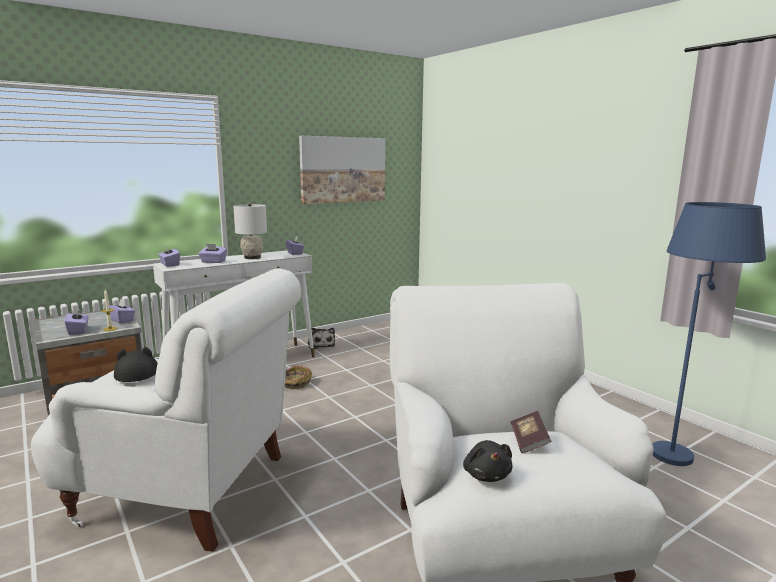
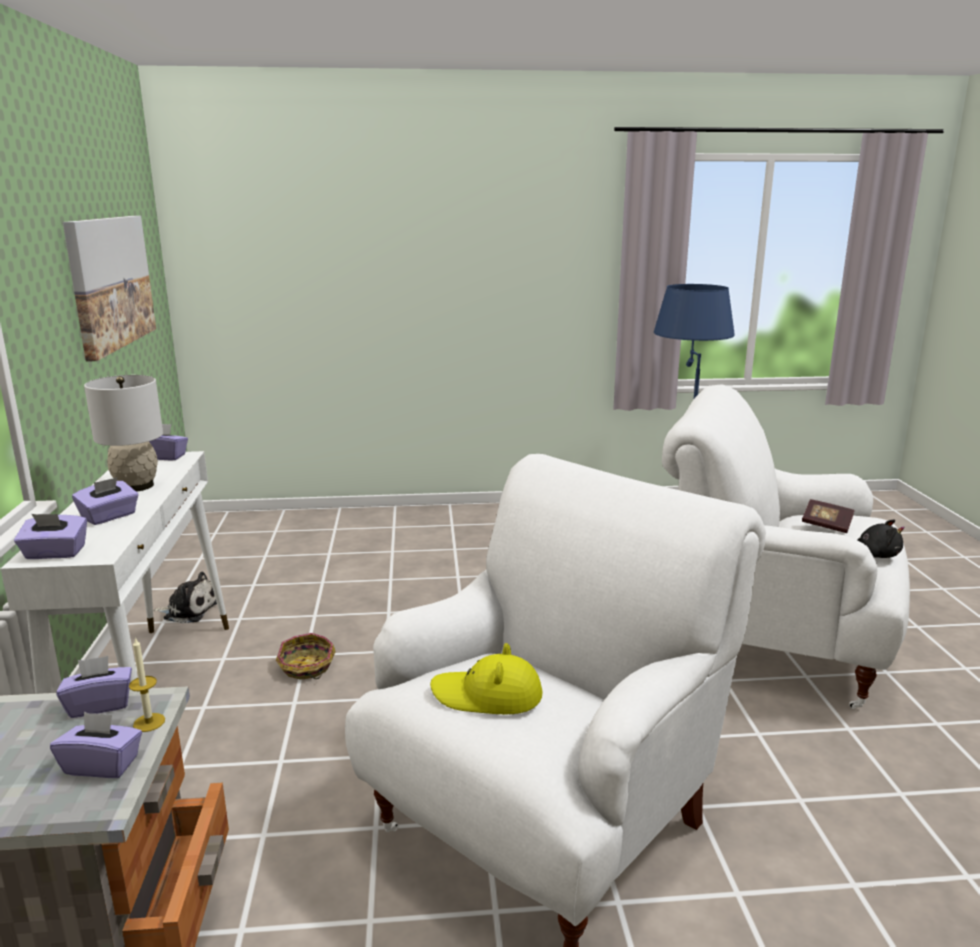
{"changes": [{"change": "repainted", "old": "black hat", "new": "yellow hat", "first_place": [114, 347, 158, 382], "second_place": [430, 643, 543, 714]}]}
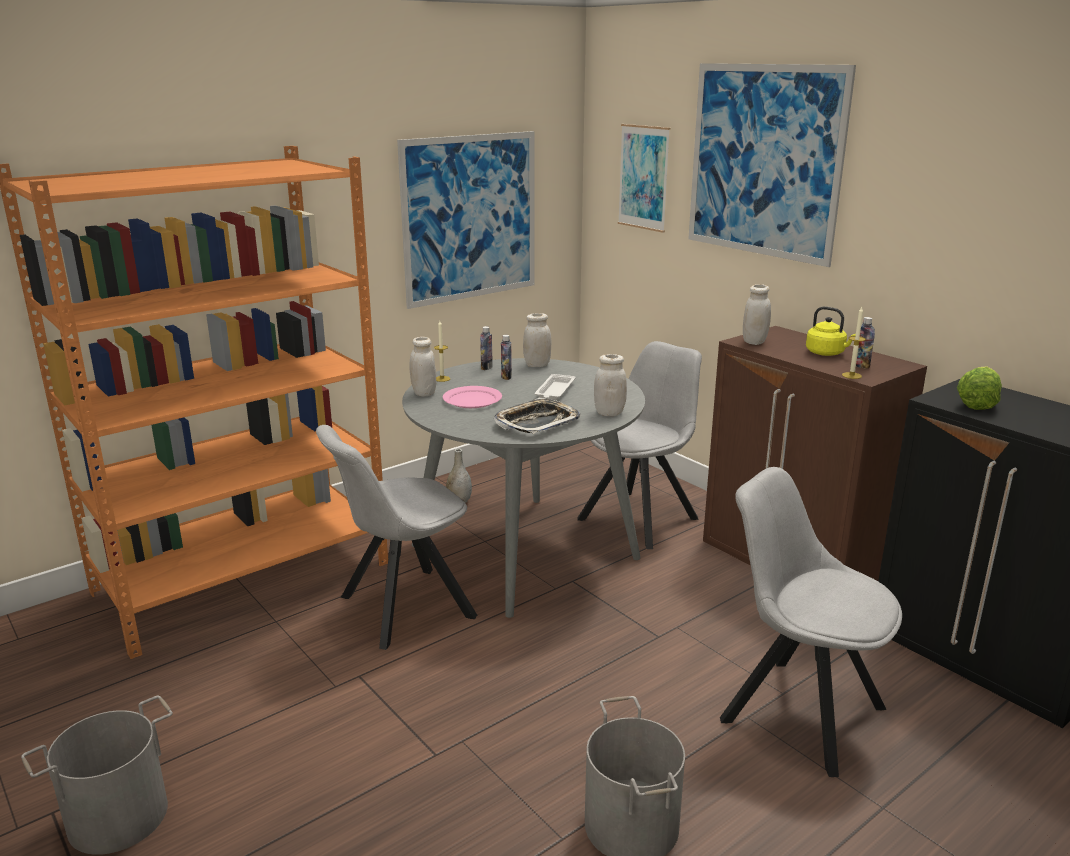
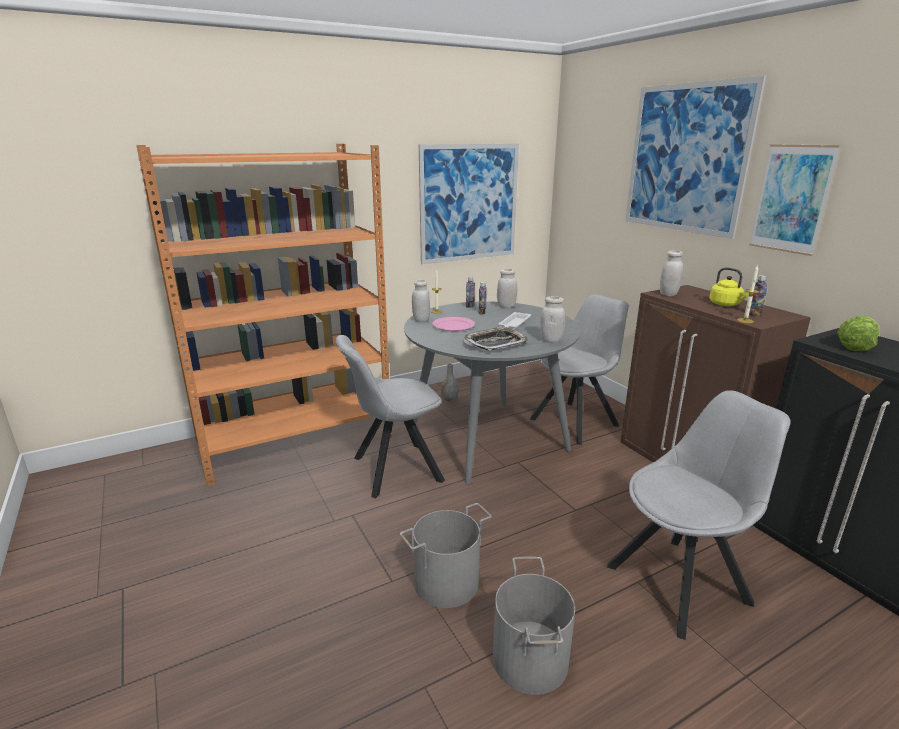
{"changes": [{"change": "shifted", "old": "grey bucket", "first_place": [21, 696, 173, 855], "second_place": [400, 503, 492, 608]}, {"change": "shifted", "old": "picture", "first_place": [618, 124, 670, 233], "second_place": [749, 144, 841, 256]}, {"change": "rotated", "old": "grey chair", "first_place": [720, 467, 902, 777], "second_place": [607, 390, 791, 640], "degrees": 105}]}
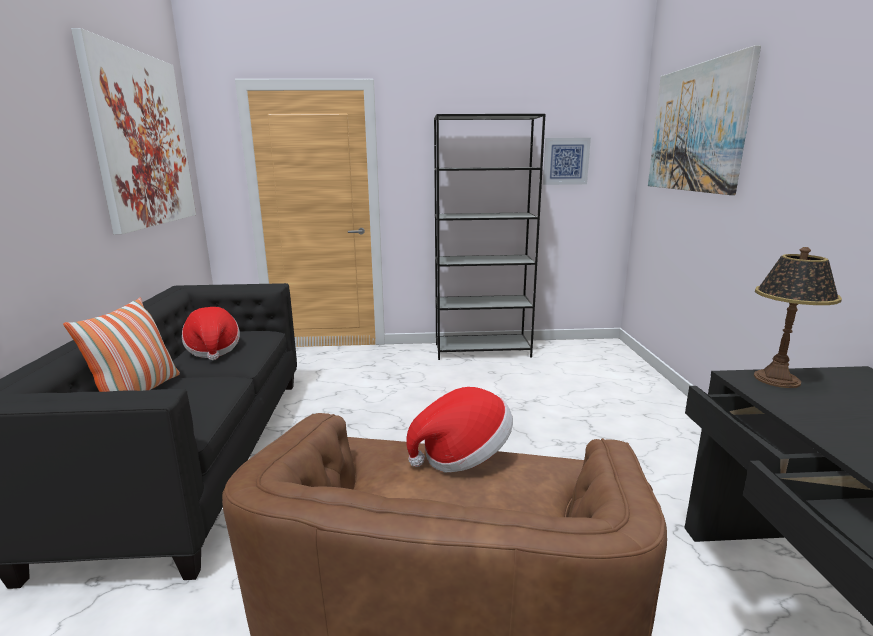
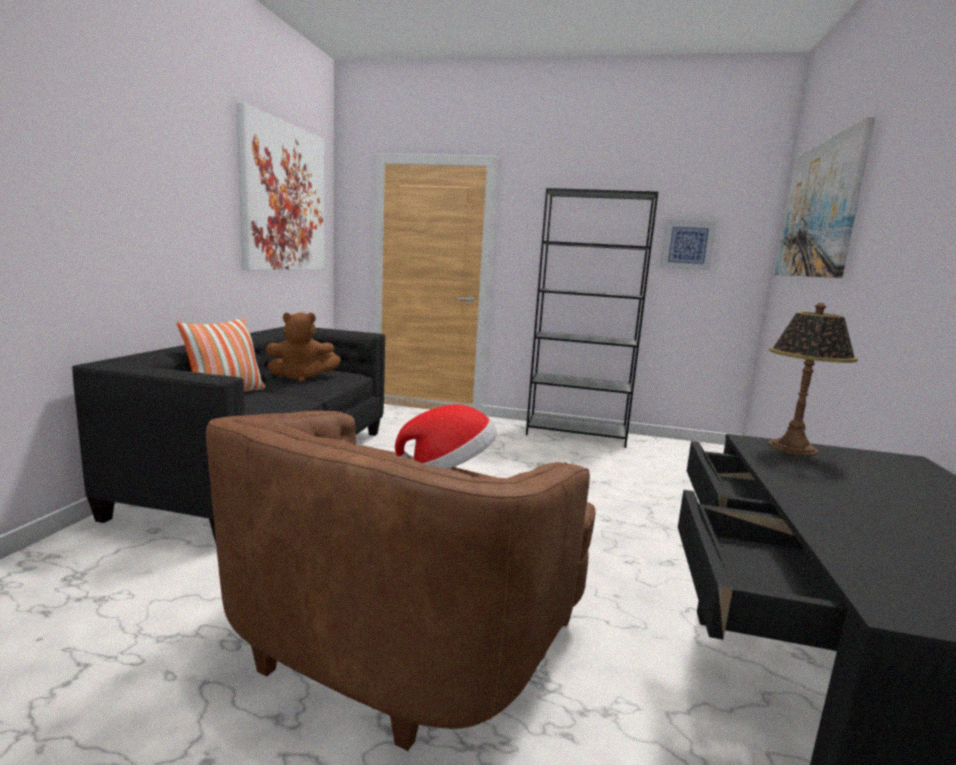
{"changes": [{"change": "swapped", "old": "hat", "new": "brown plush toy", "first_place": [182, 307, 240, 360], "second_place": [266, 312, 341, 383]}]}
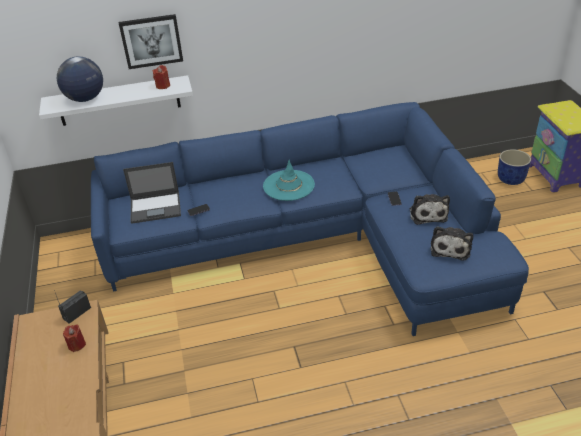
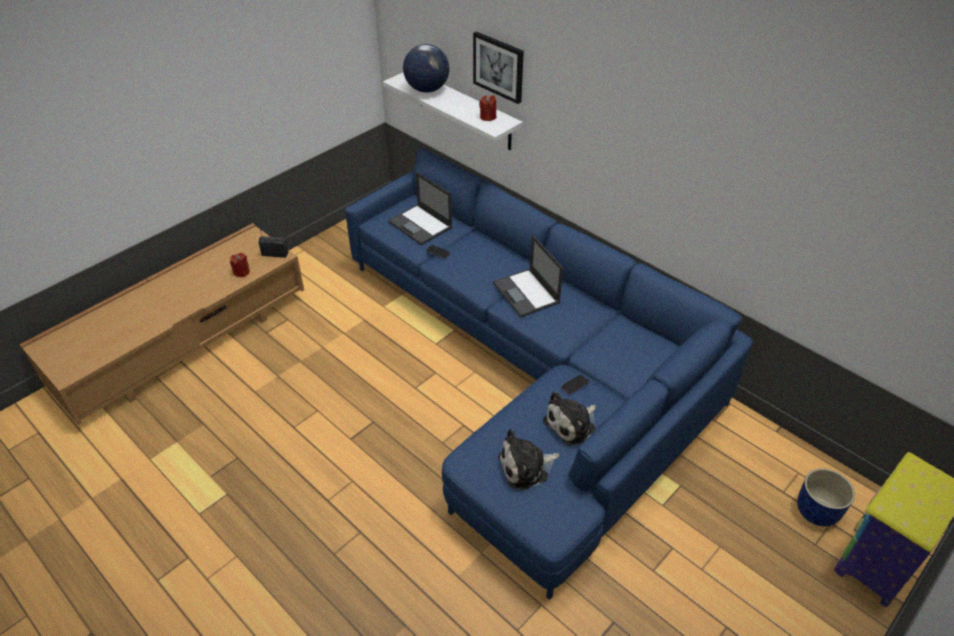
{"changes": [{"change": "swapped", "old": "turquoise hat", "new": "laptop", "first_place": [263, 160, 315, 201], "second_place": [493, 235, 563, 317]}]}
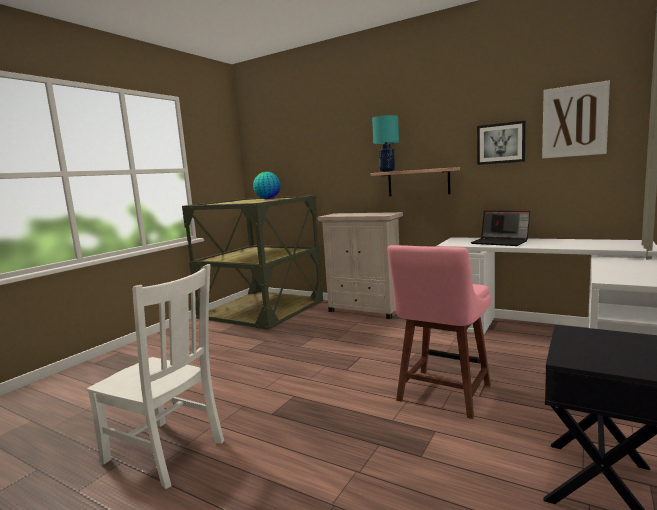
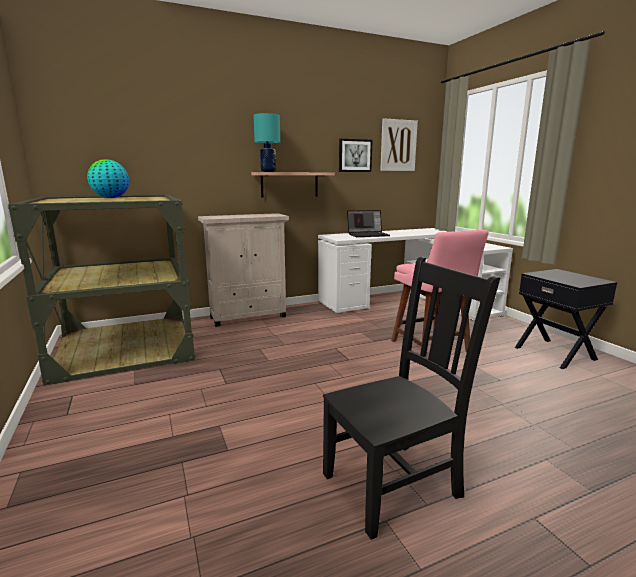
{"changes": [{"change": "repainted", "old": "white chair", "new": "black chair", "first_place": [87, 264, 224, 489], "second_place": [323, 257, 500, 540]}]}
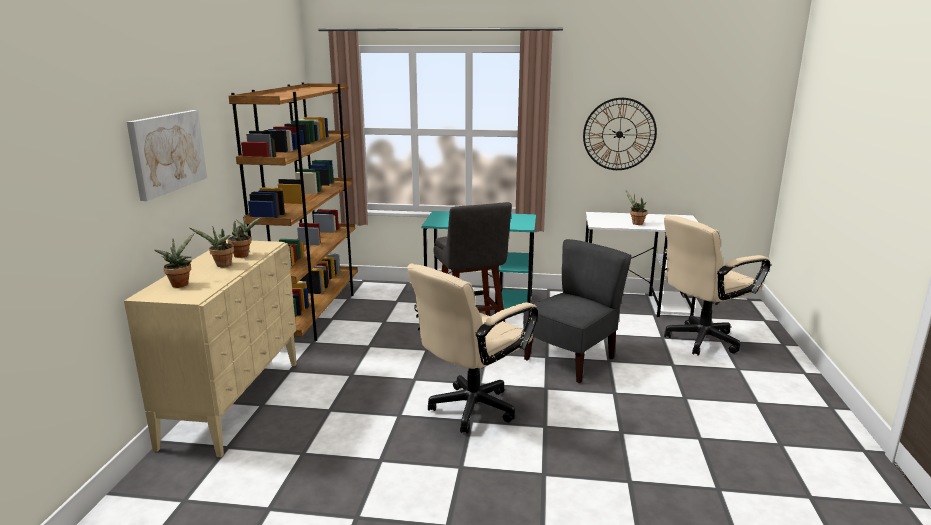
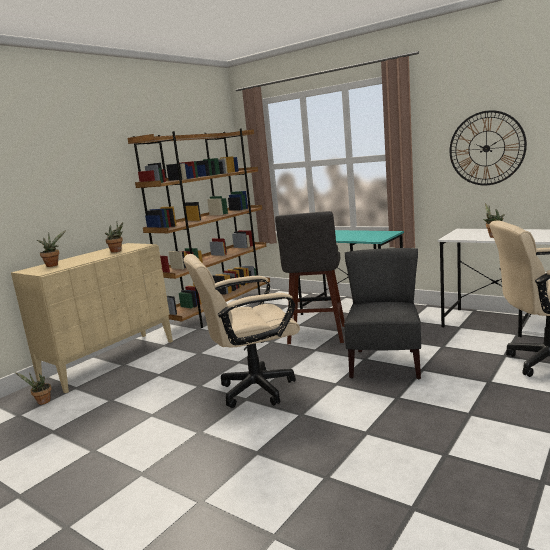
{"changes": [{"change": "gone", "old": "picture", "first_place": [127, 110, 207, 201]}, {"change": "shifted", "old": "potted plant", "first_place": [190, 226, 234, 267], "second_place": [15, 372, 52, 405]}, {"change": "rotated", "old": "grey chair", "first_place": [523, 239, 632, 383], "second_place": [344, 248, 421, 379], "degrees": -60}]}
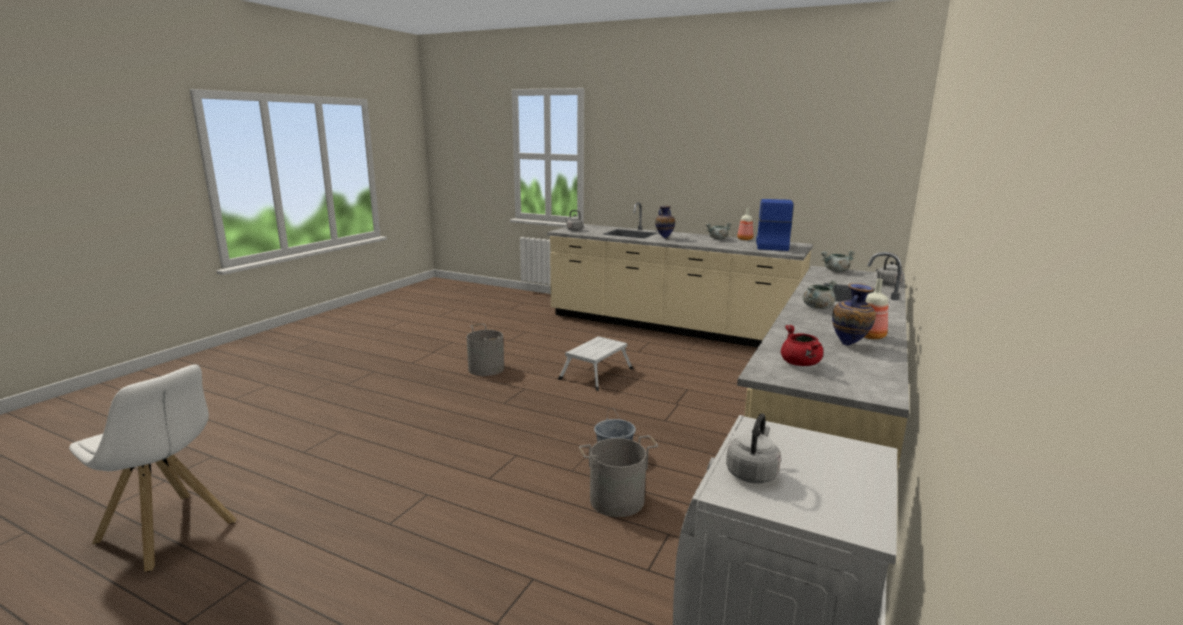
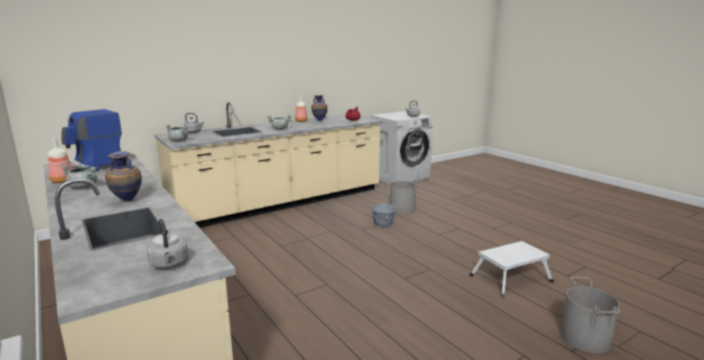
{"changes": [{"change": "gone", "old": "white chair", "first_place": [69, 364, 236, 572]}, {"change": "shifted", "old": "grey bucket", "first_place": [466, 324, 504, 376], "second_place": [561, 277, 620, 353]}, {"change": "shifted", "old": "white step ladder", "first_place": [558, 336, 633, 391], "second_place": [469, 241, 554, 298]}]}
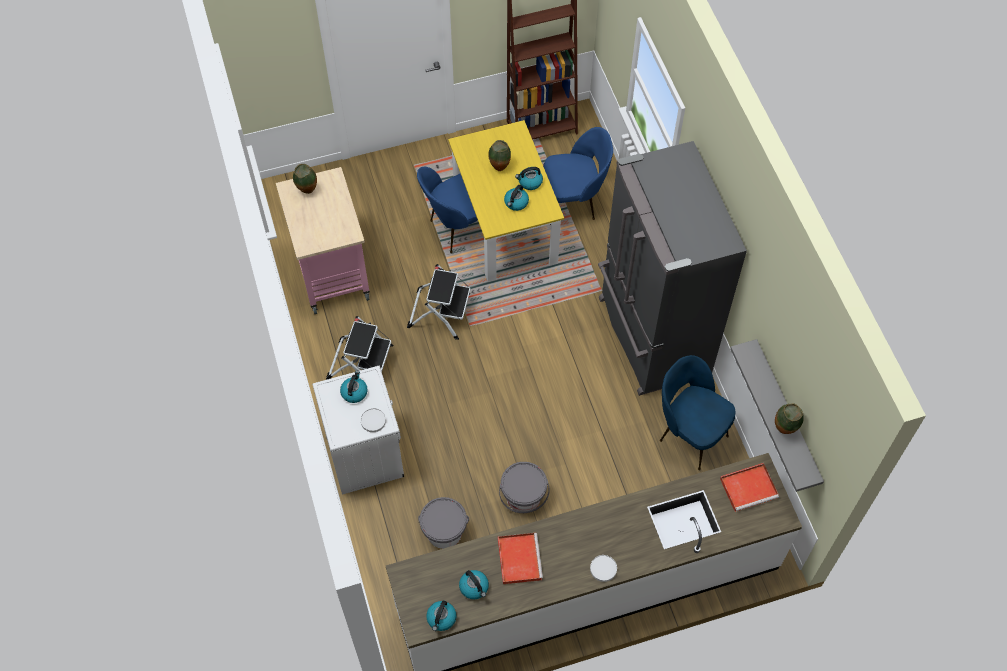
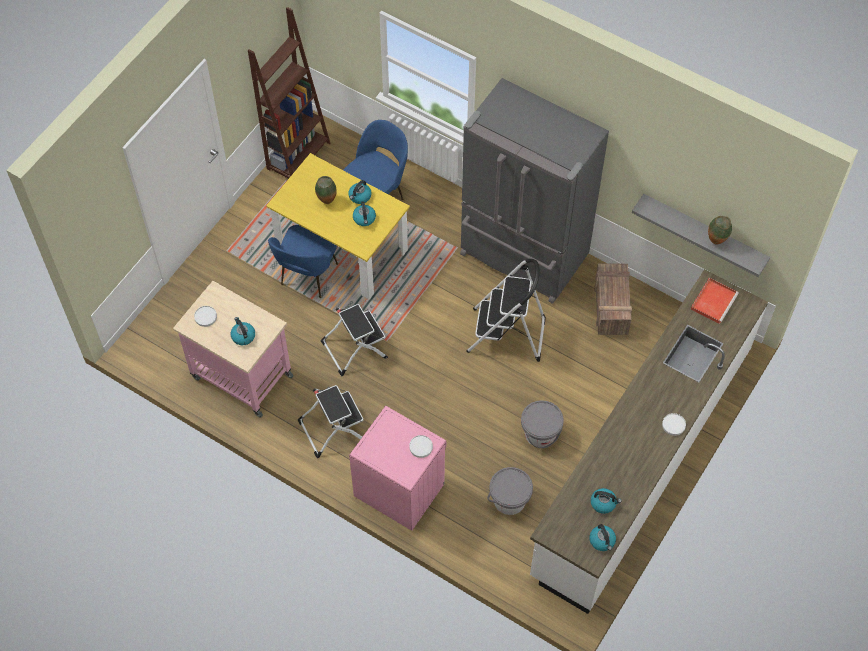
{"changes": [{"change": "swapped", "old": "vase", "new": "white plate", "first_place": [293, 164, 317, 194], "second_place": [194, 306, 217, 327]}, {"change": "repainted", "old": "white washing machine", "new": "pink washing machine", "first_place": [312, 365, 404, 495], "second_place": [349, 406, 446, 531]}, {"change": "shifted", "old": "kettle", "first_place": [340, 371, 368, 403], "second_place": [231, 317, 255, 345]}, {"change": "gone", "old": "red tray", "first_place": [498, 533, 543, 584]}, {"change": "swapped", "old": "blue chair", "new": "crate", "first_place": [660, 355, 735, 470], "second_place": [594, 263, 632, 335]}, {"change": "new", "new": "step ladder", "second_place": [466, 259, 546, 362]}]}
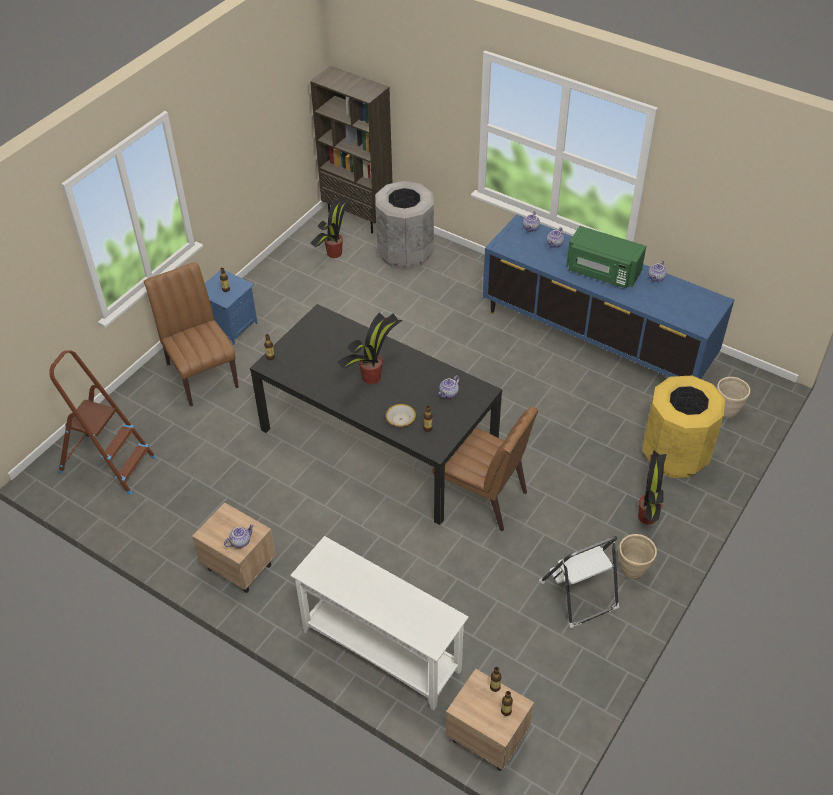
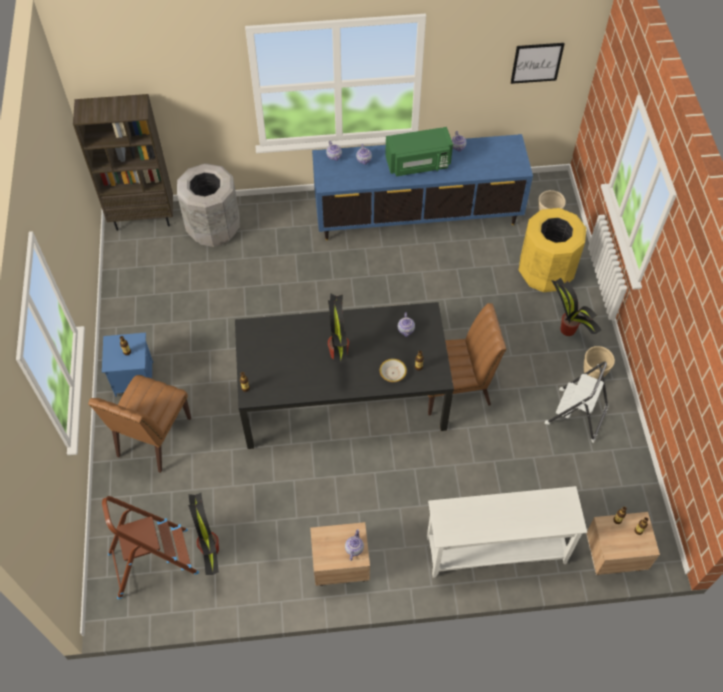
{"changes": [{"change": "rotated", "old": "brown chair", "first_place": [144, 262, 239, 407], "second_place": [88, 375, 191, 473], "degrees": -90}, {"change": "shifted", "old": "potted plant", "first_place": [311, 197, 350, 258], "second_place": [188, 493, 219, 575]}, {"change": "new", "new": "picture", "second_place": [511, 43, 565, 84]}]}
